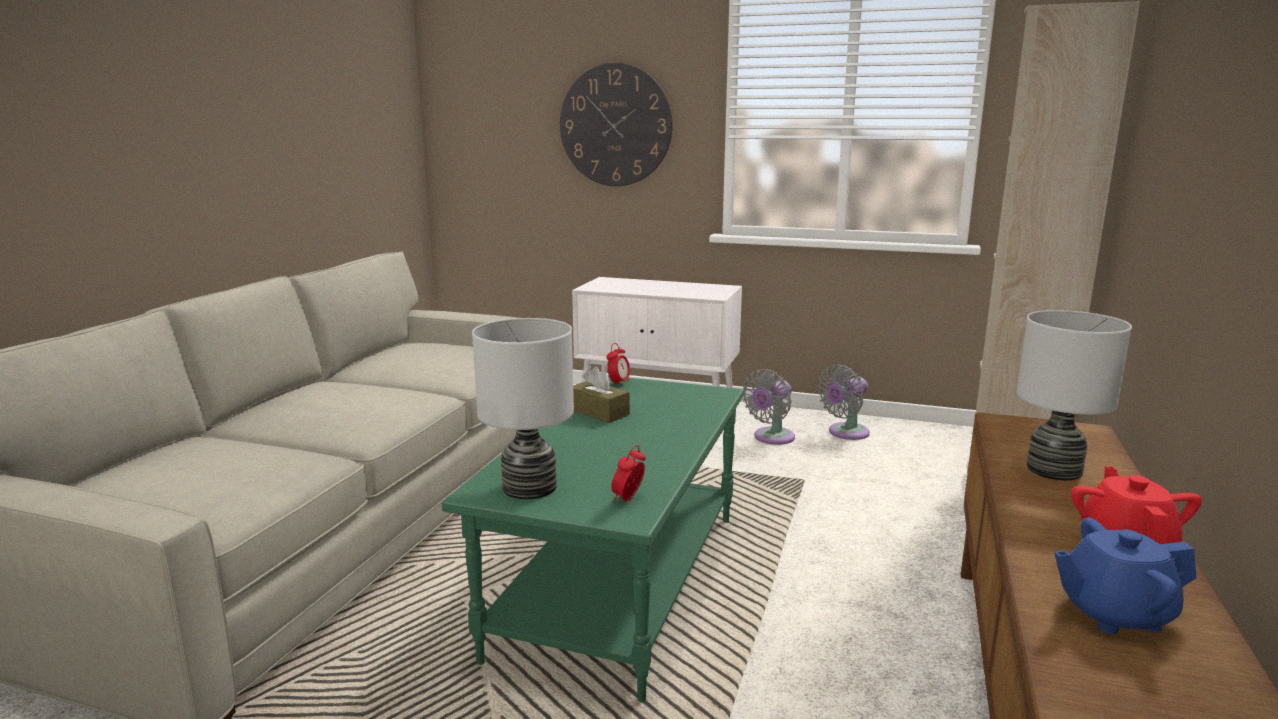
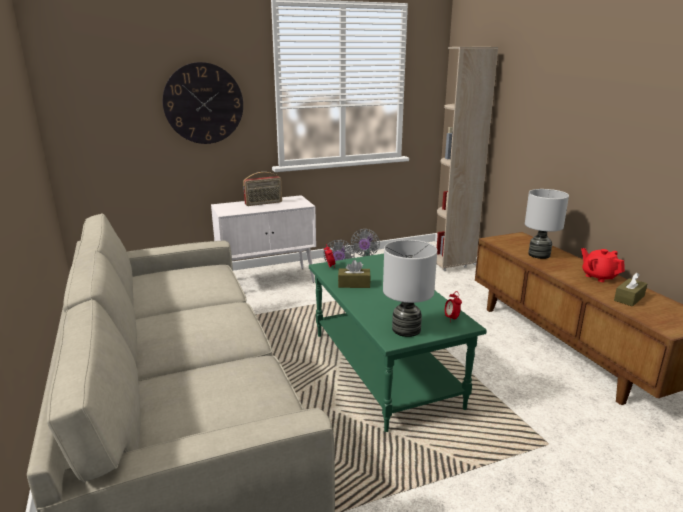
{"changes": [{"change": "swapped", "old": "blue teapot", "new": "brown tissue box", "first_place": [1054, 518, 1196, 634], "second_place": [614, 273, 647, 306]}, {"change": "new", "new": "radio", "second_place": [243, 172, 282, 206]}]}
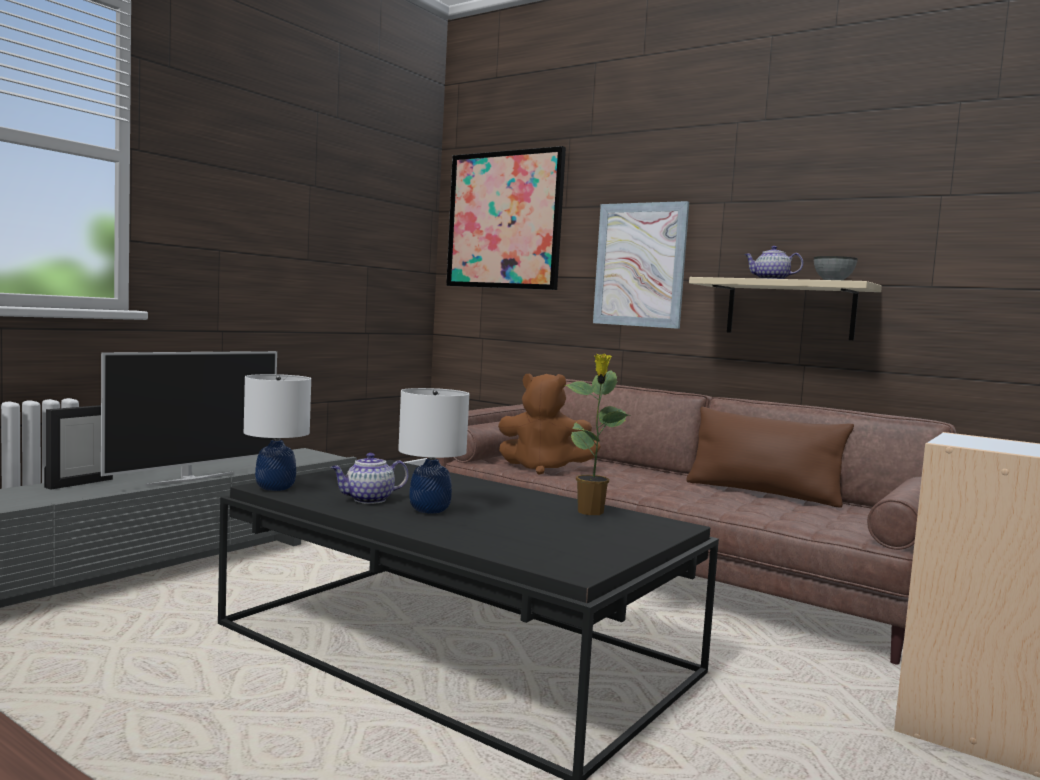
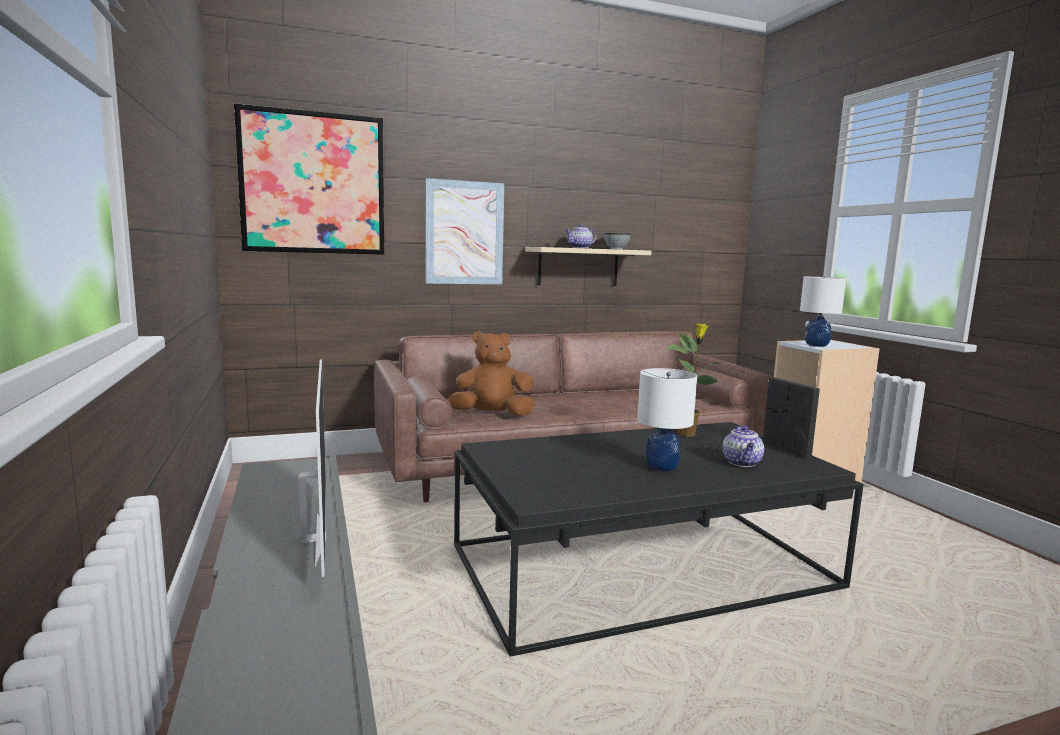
{"changes": [{"change": "shifted", "old": "picture frame", "first_place": [44, 405, 113, 490], "second_place": [763, 377, 820, 458]}, {"change": "shifted", "old": "white table lamp", "first_place": [244, 374, 311, 491], "second_place": [800, 276, 846, 347]}, {"change": "shifted", "old": "teapot", "first_place": [331, 453, 408, 504], "second_place": [722, 425, 764, 467]}, {"change": "rotated", "old": "brown plush toy", "first_place": [498, 374, 601, 474], "second_place": [448, 331, 534, 416], "degrees": -150}, {"change": "gone", "old": "brown pillow", "first_place": [686, 407, 854, 508]}]}
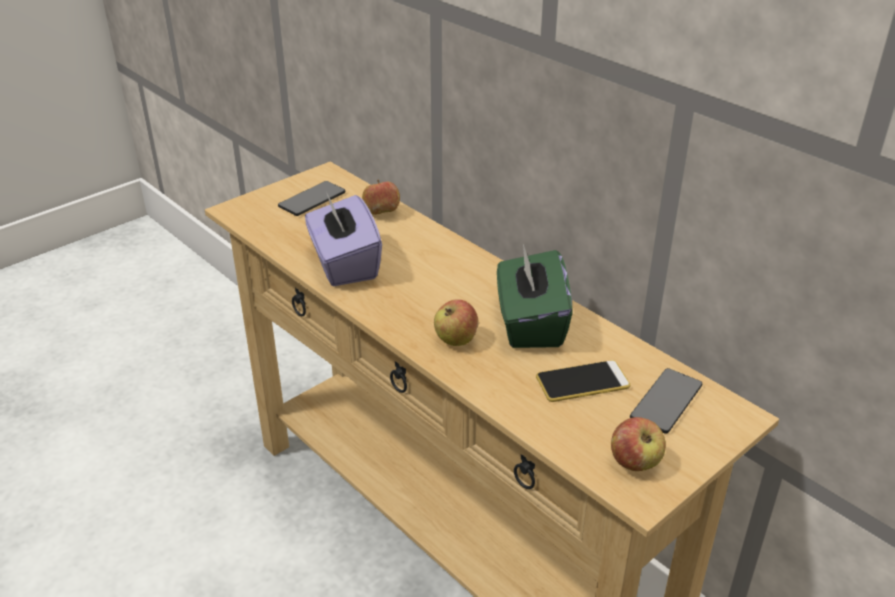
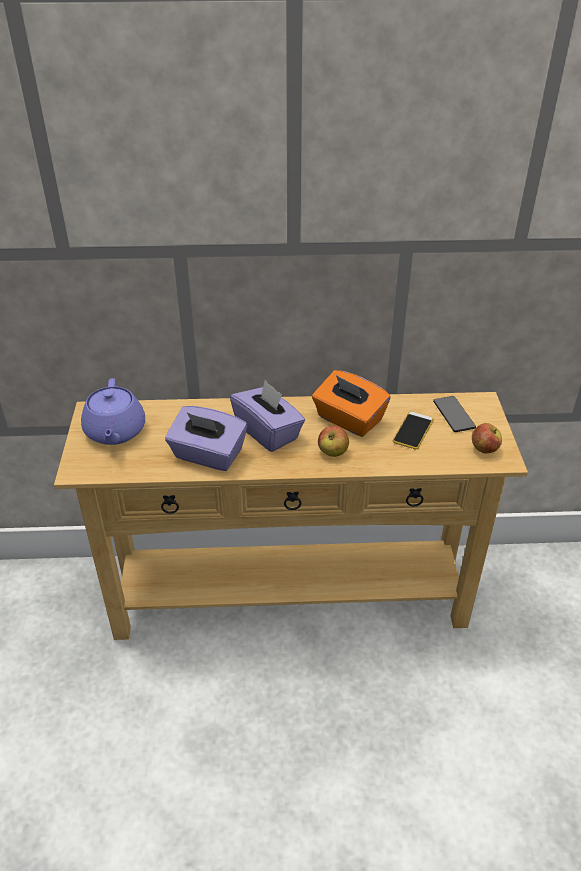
{"changes": [{"change": "swapped", "old": "phone", "new": "purple teapot", "first_place": [278, 181, 345, 216], "second_place": [81, 378, 145, 445]}, {"change": "gone", "old": "apple", "first_place": [362, 180, 400, 215]}, {"change": "repainted", "old": "green tissue box", "new": "orange tissue box", "first_place": [497, 244, 573, 348], "second_place": [312, 370, 391, 437]}, {"change": "new", "new": "purple tissue box", "second_place": [230, 380, 305, 452]}]}
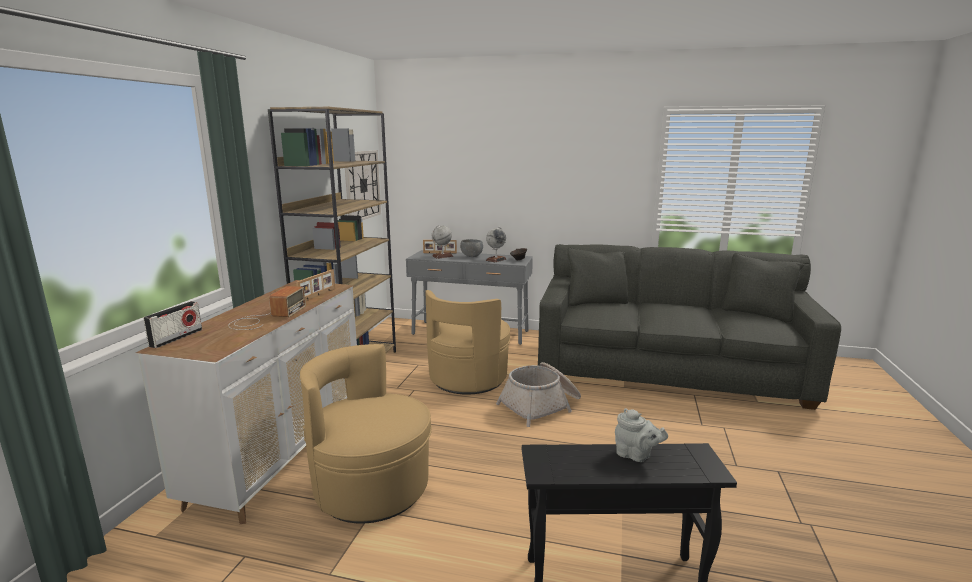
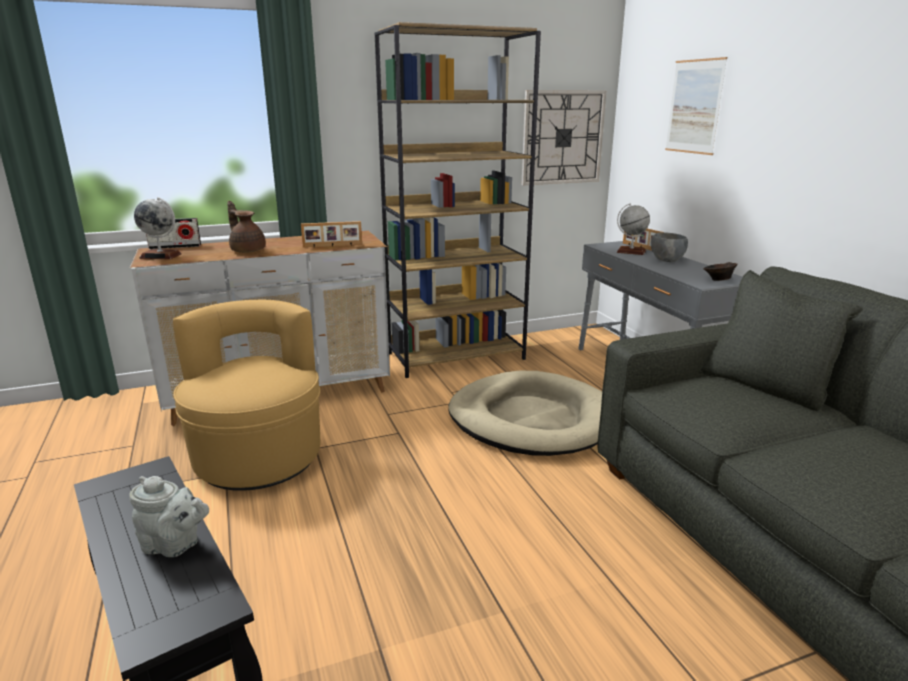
{"changes": [{"change": "swapped", "old": "radio", "new": "brown teapot", "first_place": [228, 286, 306, 330], "second_place": [227, 201, 266, 253]}, {"change": "swapped", "old": "beige armchair", "new": "beige dog bed", "first_place": [426, 290, 510, 394], "second_place": [448, 371, 602, 456]}, {"change": "shifted", "old": "globe", "first_place": [486, 227, 506, 263], "second_place": [134, 197, 182, 259]}, {"change": "gone", "old": "basket", "first_place": [496, 362, 581, 427]}, {"change": "rotated", "old": "grey teapot", "first_place": [615, 408, 668, 462], "second_place": [129, 476, 209, 557], "degrees": -75}, {"change": "new", "new": "picture", "second_place": [665, 57, 727, 155]}]}
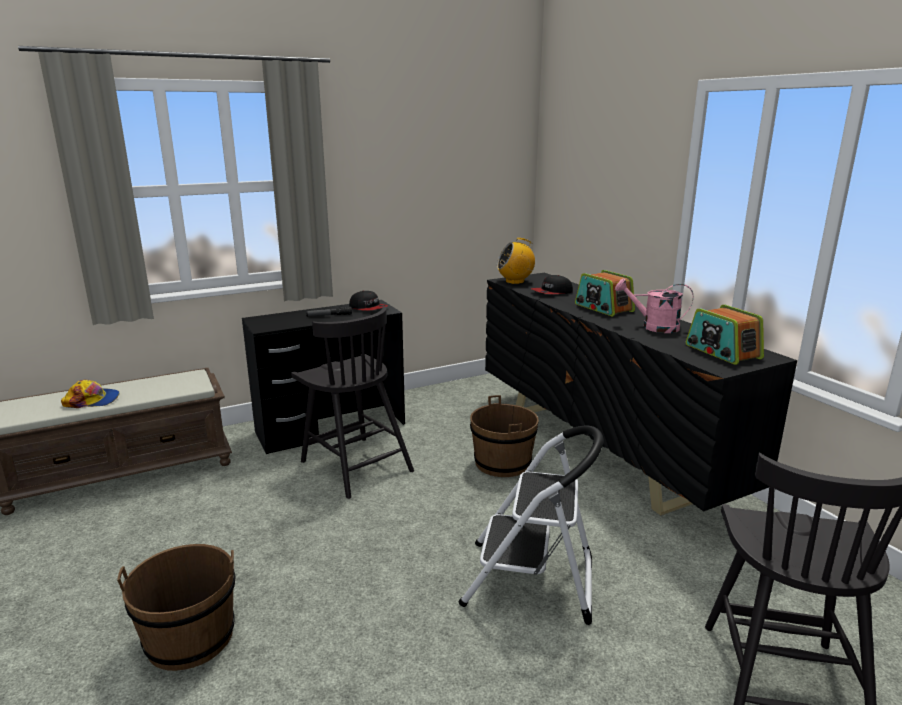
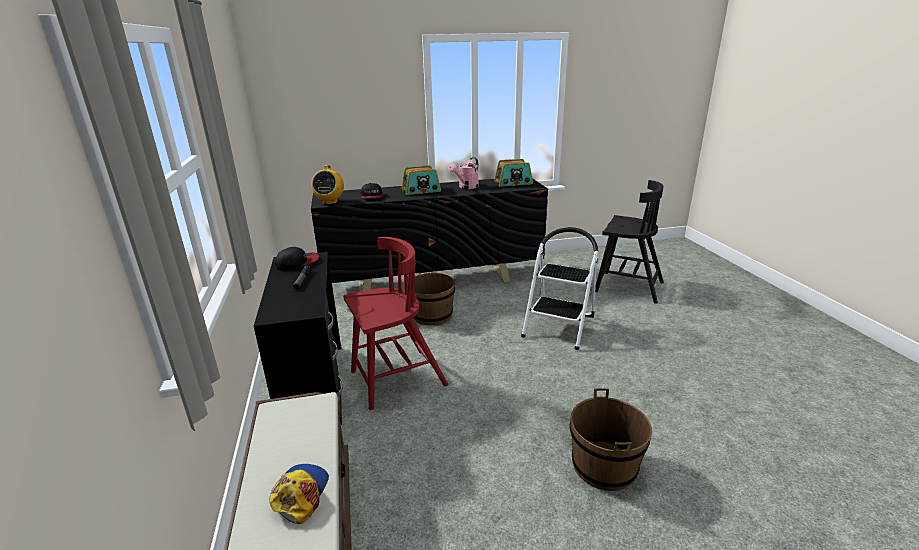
{"changes": [{"change": "repainted", "old": "black chair", "new": "red chair", "first_place": [291, 306, 414, 499], "second_place": [343, 237, 448, 410]}]}
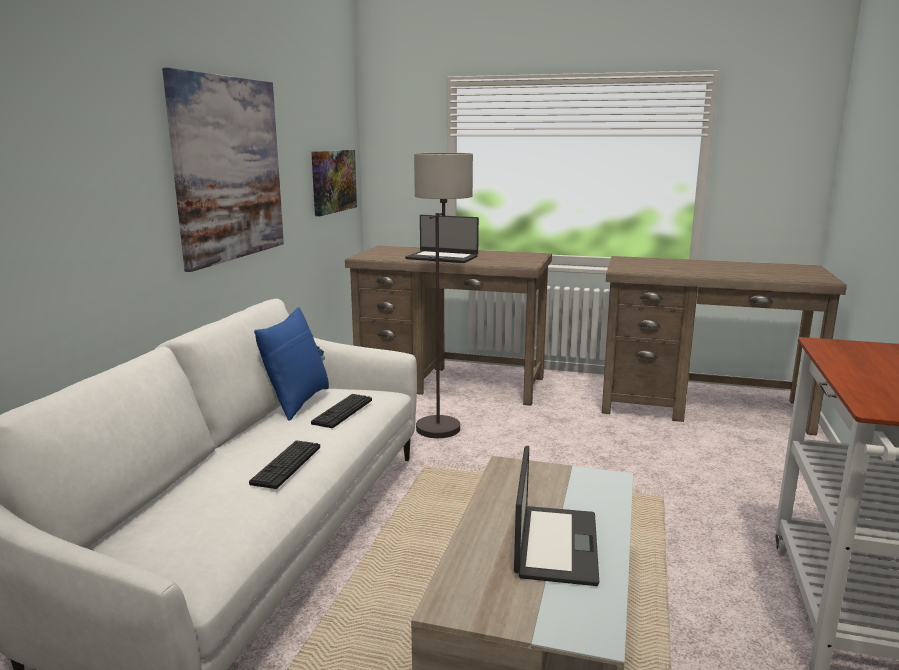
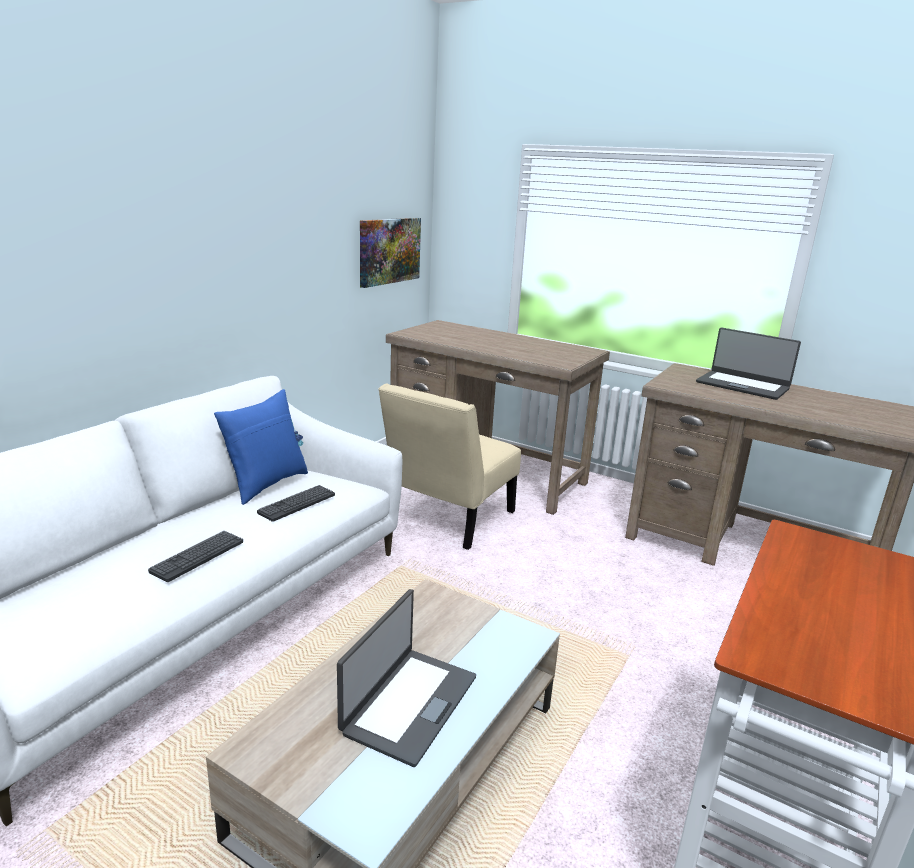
{"changes": [{"change": "gone", "old": "picture", "first_place": [162, 67, 284, 272]}, {"change": "shifted", "old": "laptop", "first_place": [405, 215, 479, 263], "second_place": [696, 327, 801, 400]}, {"change": "swapped", "old": "grey floor lamp", "new": "beige chair", "first_place": [414, 153, 473, 438], "second_place": [378, 383, 521, 550]}]}
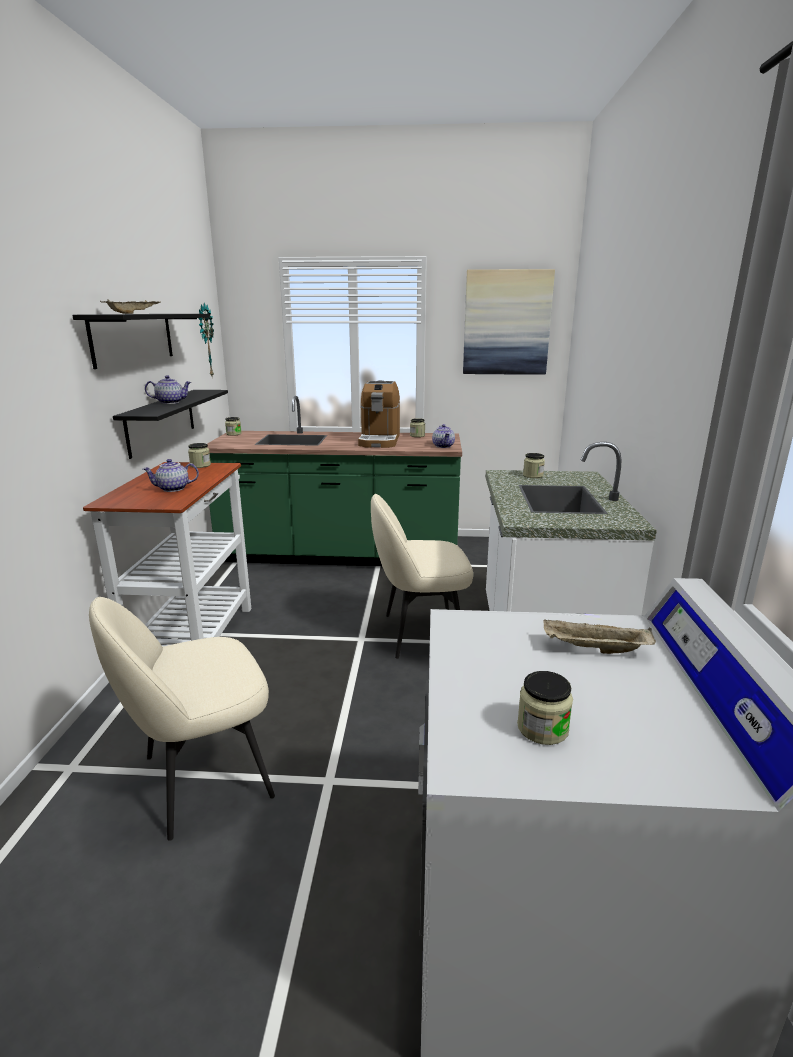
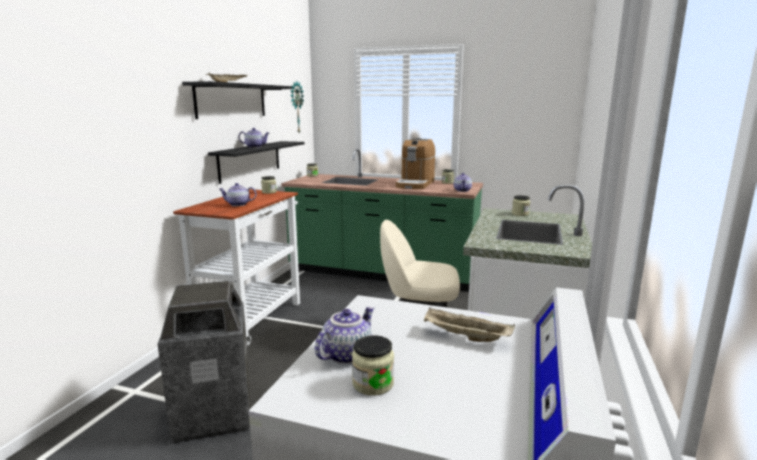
{"changes": [{"change": "swapped", "old": "beige chair", "new": "trash can", "first_place": [89, 597, 275, 841], "second_place": [158, 280, 250, 443]}, {"change": "gone", "old": "picture", "first_place": [463, 269, 555, 375]}, {"change": "new", "new": "teapot", "second_place": [315, 307, 374, 364]}]}
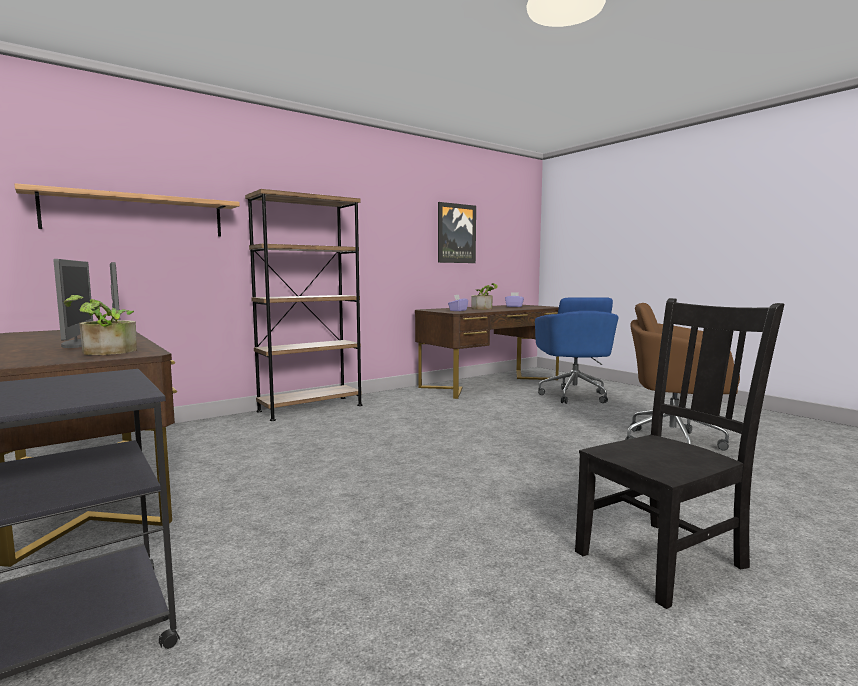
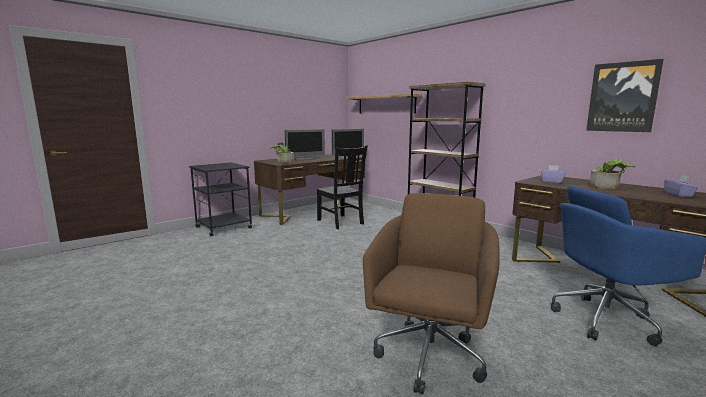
{"changes": [{"change": "shifted", "old": "black chair", "first_place": [575, 298, 784, 609], "second_place": [317, 145, 368, 229]}]}
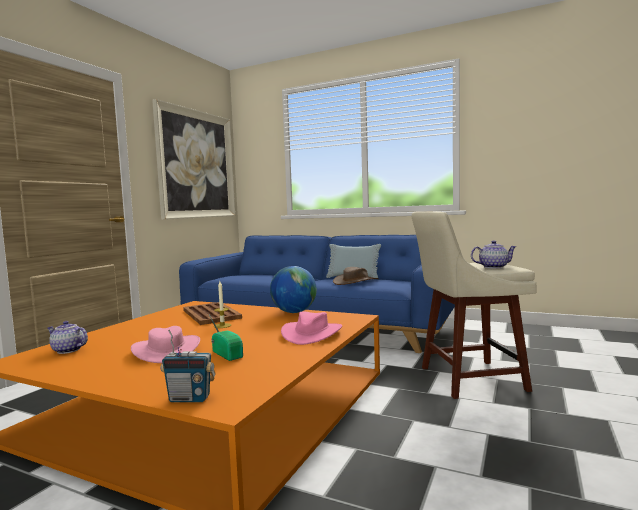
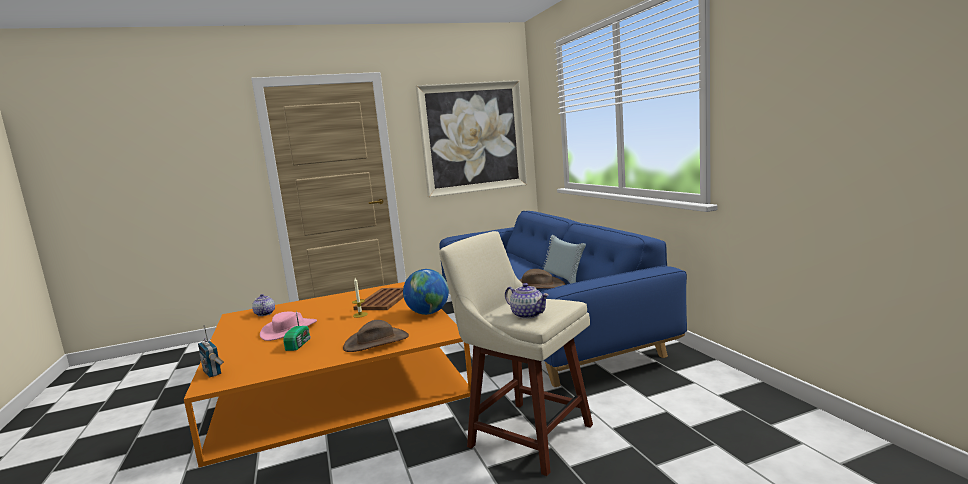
{"changes": [{"change": "repainted", "old": "pink hat", "new": "brown hat", "first_place": [281, 311, 342, 345], "second_place": [343, 320, 409, 352]}]}
